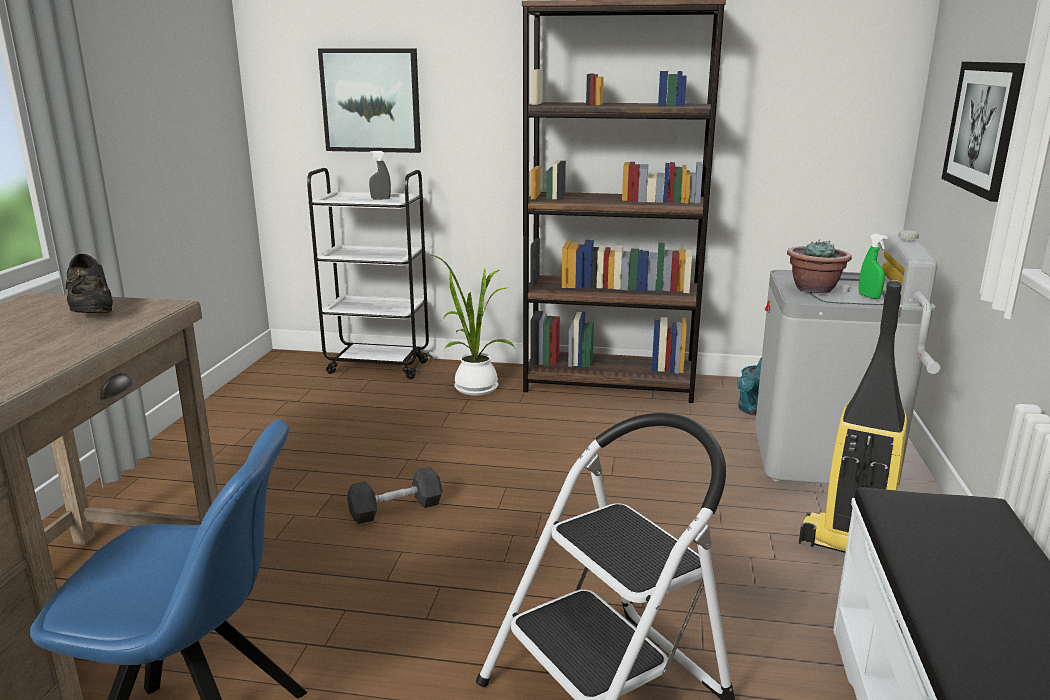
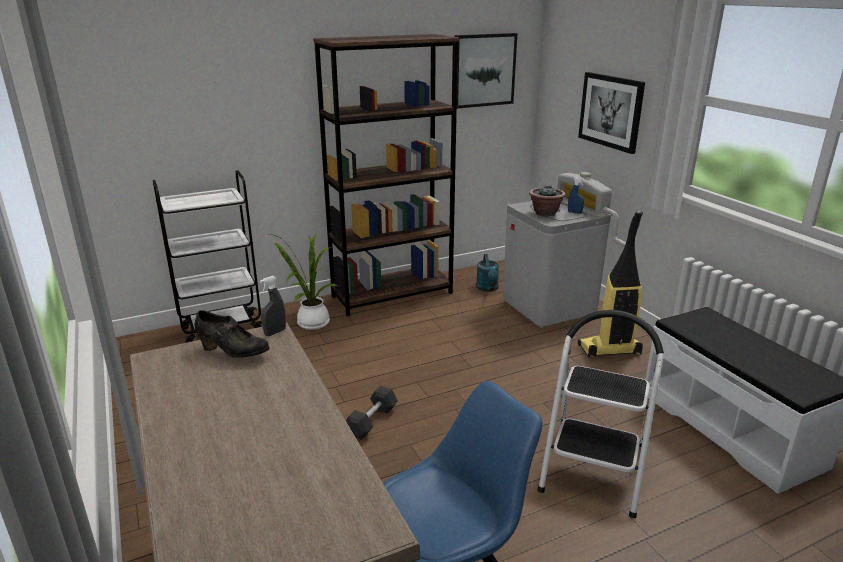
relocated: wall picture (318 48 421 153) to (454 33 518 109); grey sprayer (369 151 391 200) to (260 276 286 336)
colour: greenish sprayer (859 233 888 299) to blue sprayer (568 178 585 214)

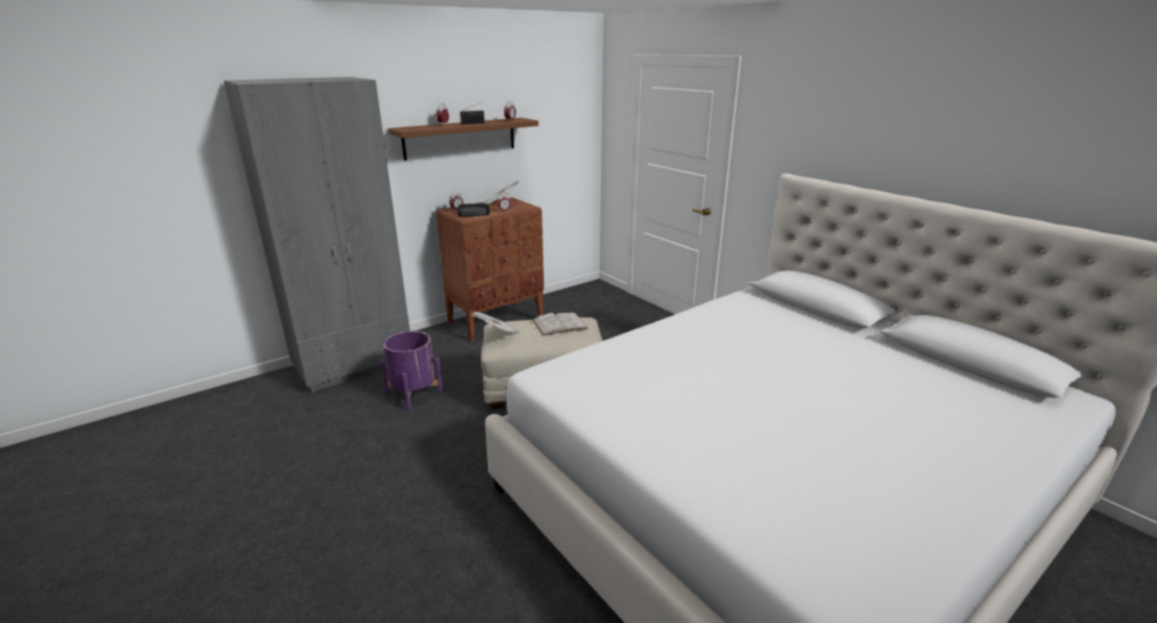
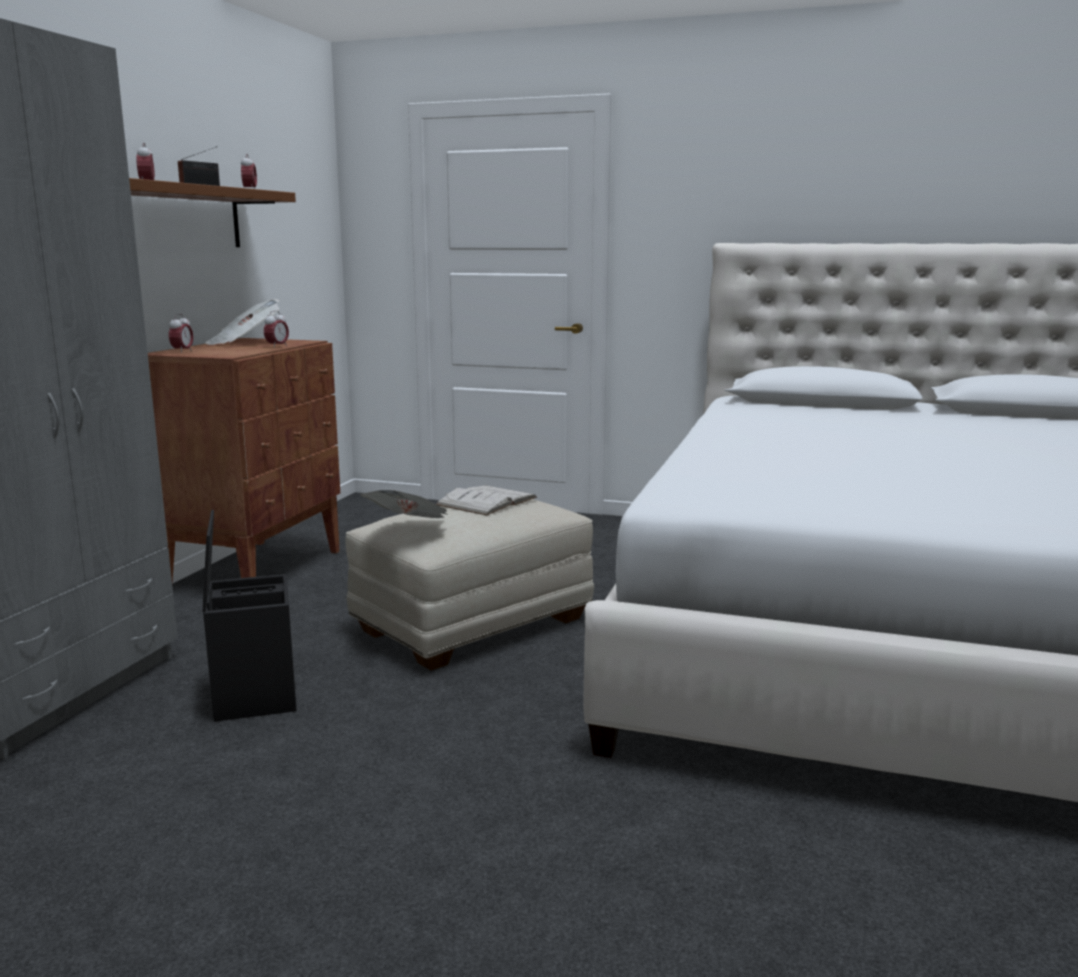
missing: radio (457 203 490 217)
exchanged: purple flower pot (381 331 443 411) to blackish storage container (202 510 296 722)

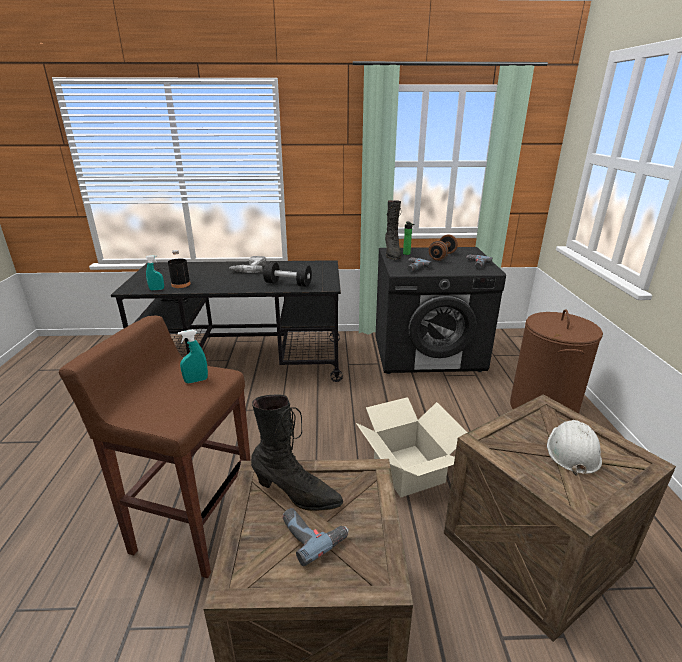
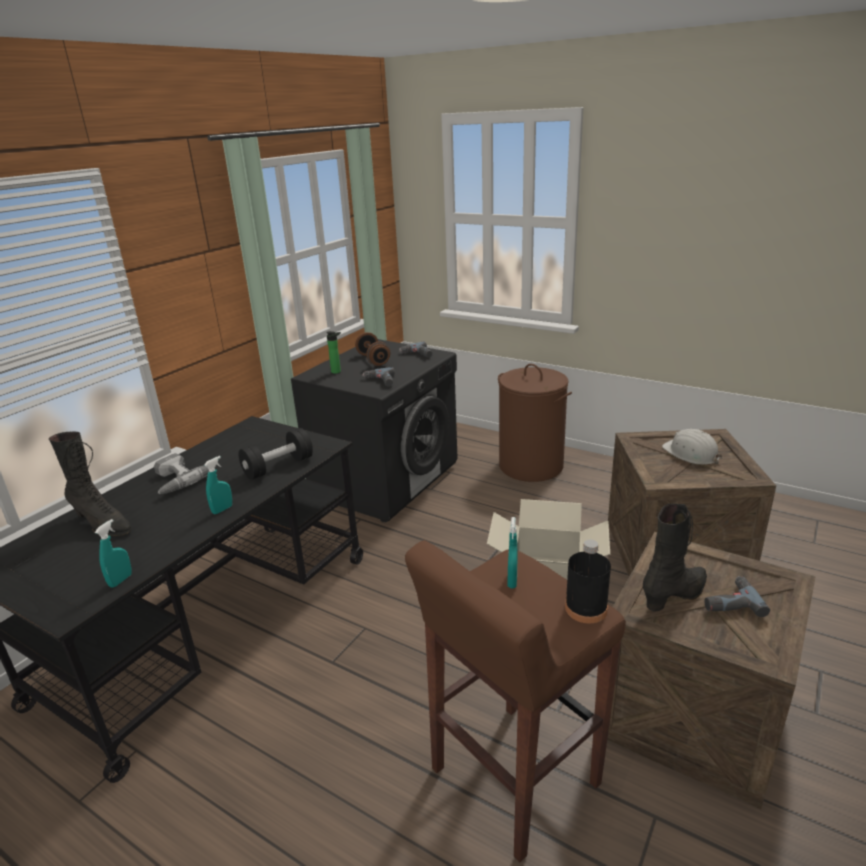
appeared: turquoise sprayer (204 456 232 514)
relocated: blackish high-top boot (385 200 401 259) to (49 432 132 536); blackish beverage bottle (168 250 191 288) to (565 540 611 624)

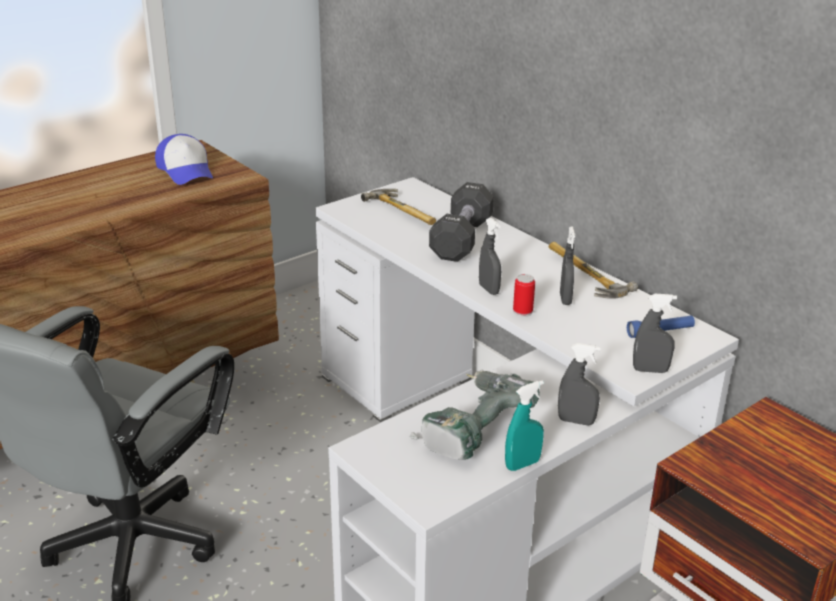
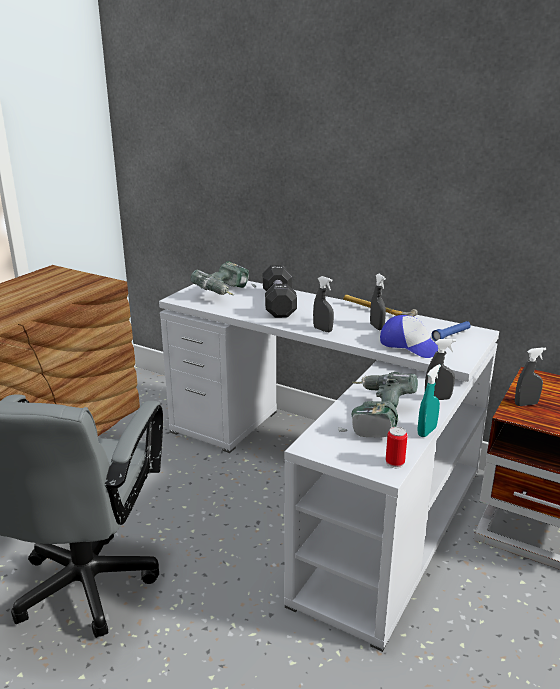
relocated: peaked cap (155 134 213 185) to (380 315 438 358); can (513 274 535 317) to (386 427 407 468); grey sprayer (633 294 677 373) to (515 347 546 406)
exchanged: hand hammer (361 189 436 225) to drill (191 262 256 295)

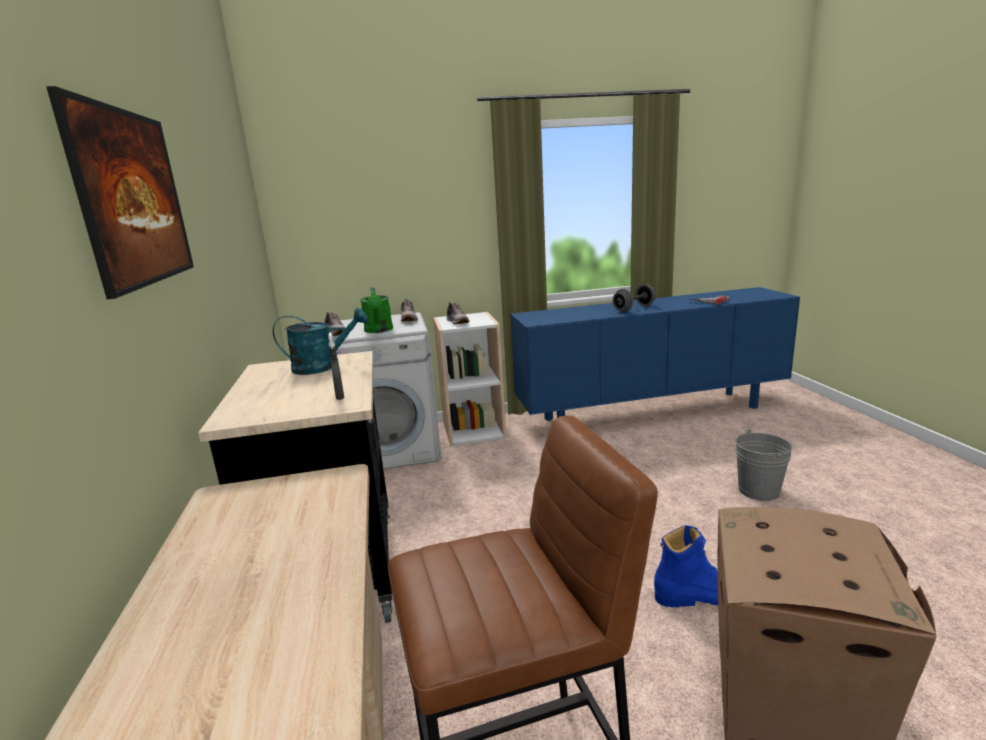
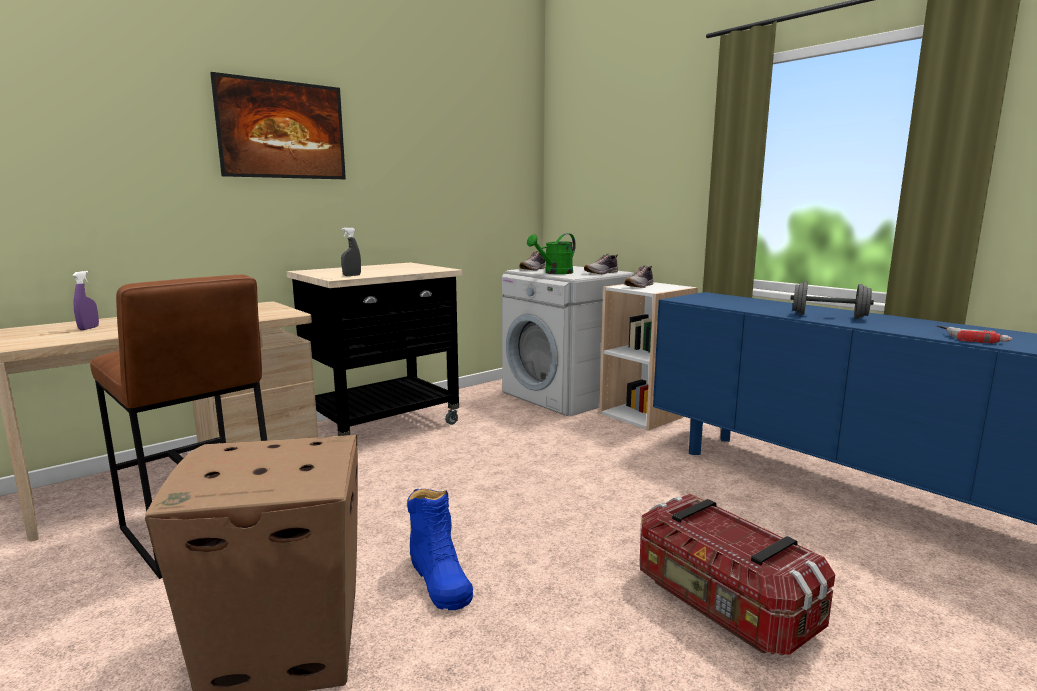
missing: turquoise watering can (273 308 368 375)
appeared: purple sprayer (72 271 99 330)
exchanged: grey bucket (735 429 793 501) to storage container (640 494 835 655)

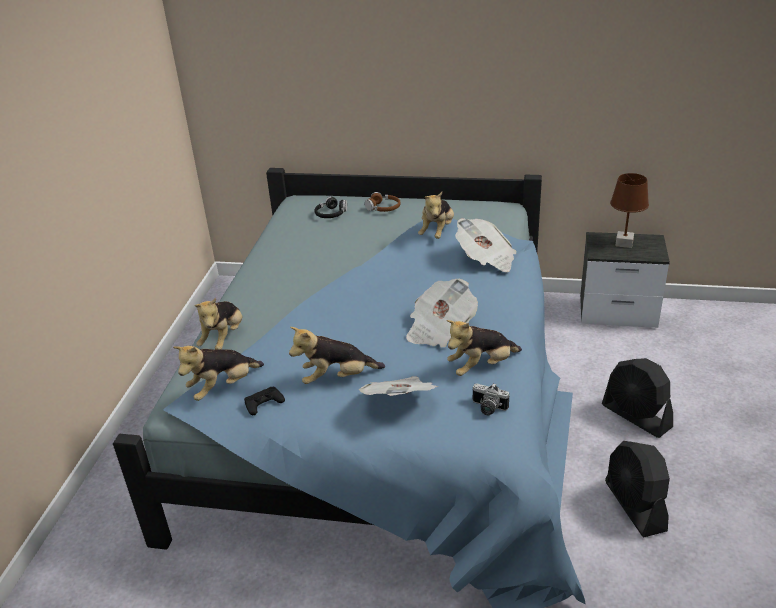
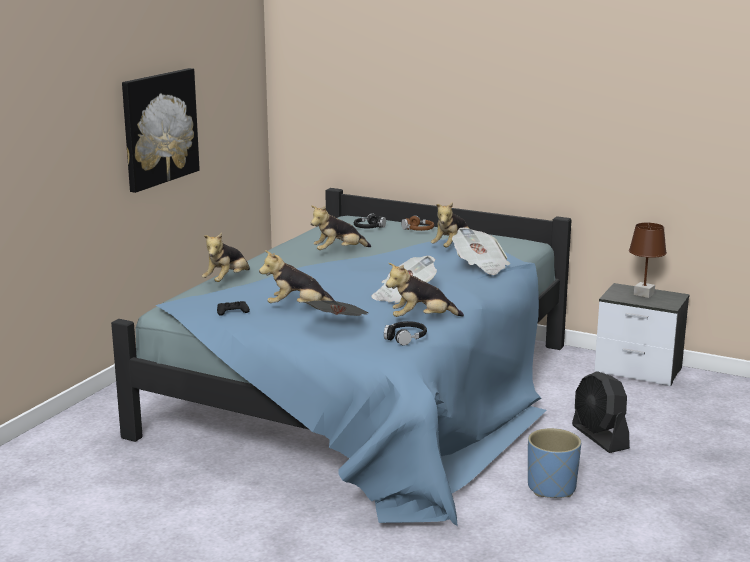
appeared: wall picture (122 68 200 193)
relocated: soft toy (173 346 264 401) to (311 205 371 250)
exchanged: still camera (473 383 509 415) to blackish pair of headphones (384 321 427 345); blackish fan (605 441 670 537) to blue flower pot (528 428 581 498)

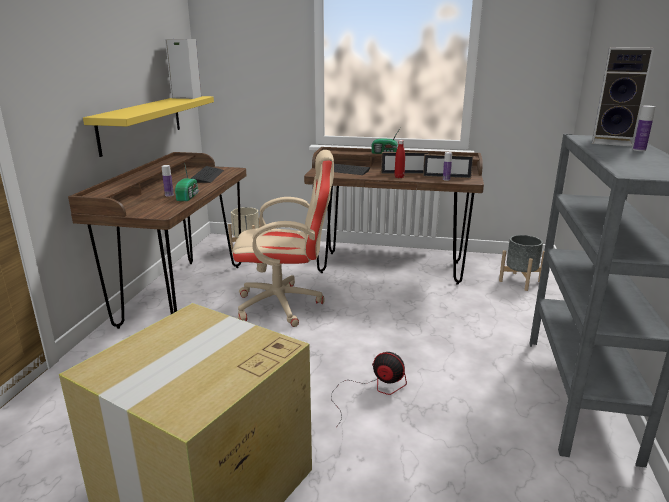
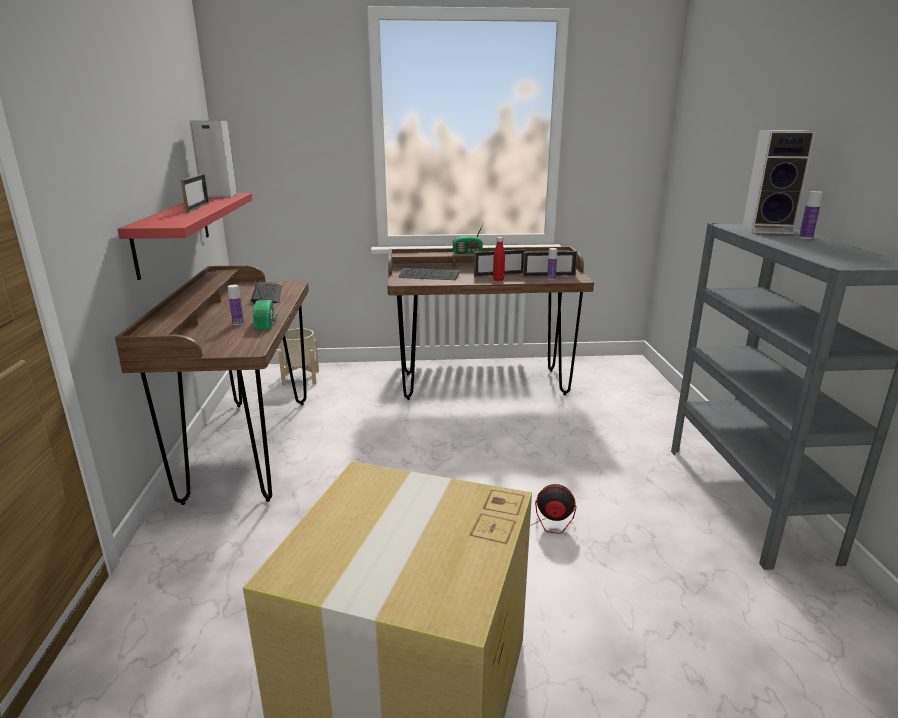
missing: beige computer chair (232 150 334 327); grey flower pot (499 235 544 291)
appeared: photo frame (181 174 209 213)
colour: yellowish wall shelf (83 96 214 157) to reddish wall shelf (118 193 252 280)

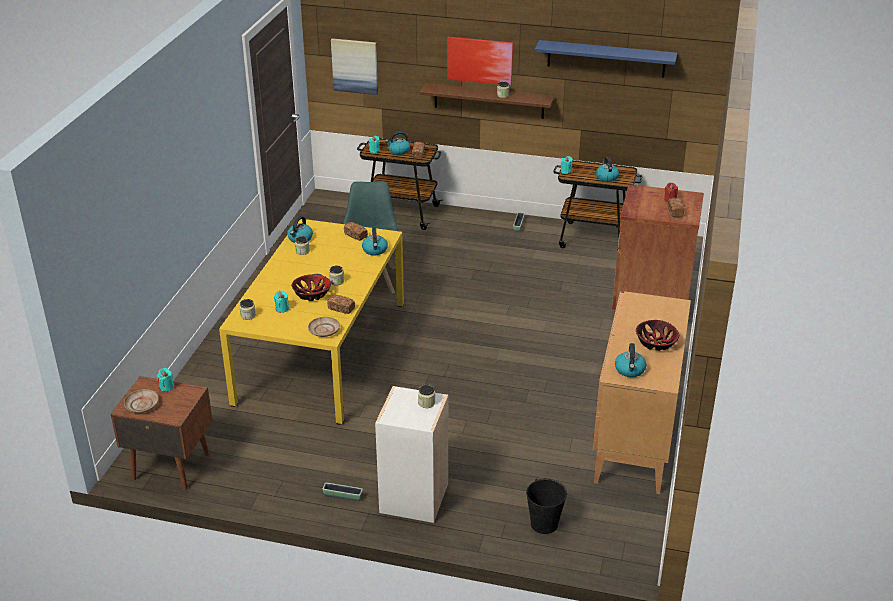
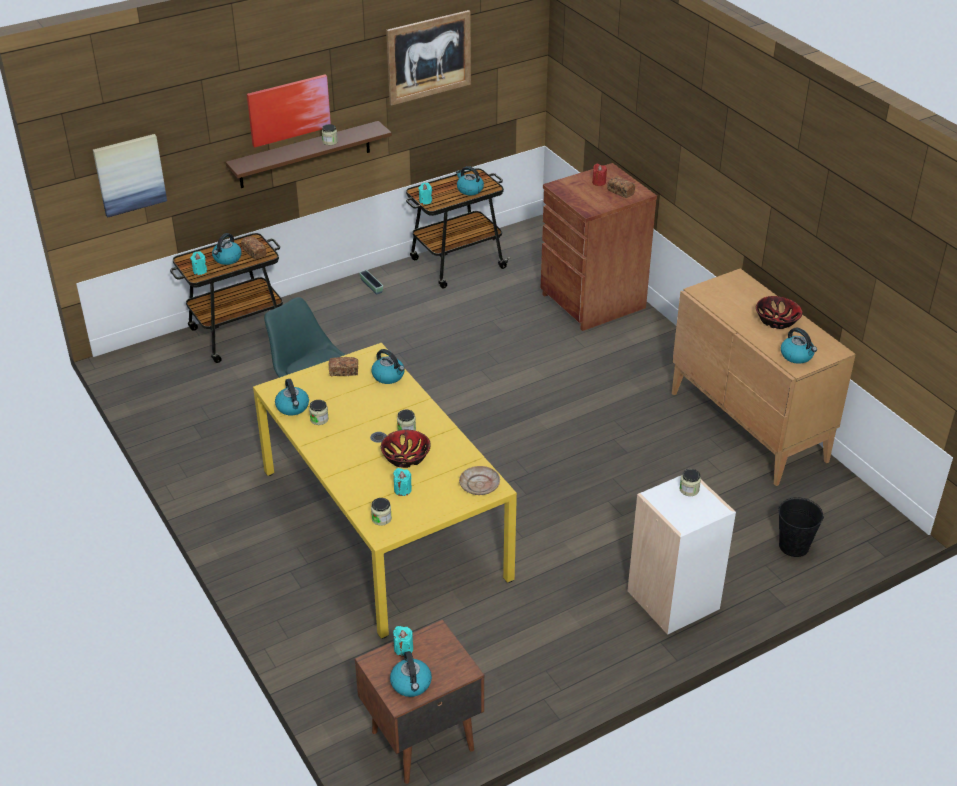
missing: bakery bread (327 295 355 314); flower pot (322 483 363 501)
exchanged: blue wall shelf (535 40 677 78) to wall picture (386 10 471 106); beige flat dish (124 389 159 413) to kettle (390 651 432 697)

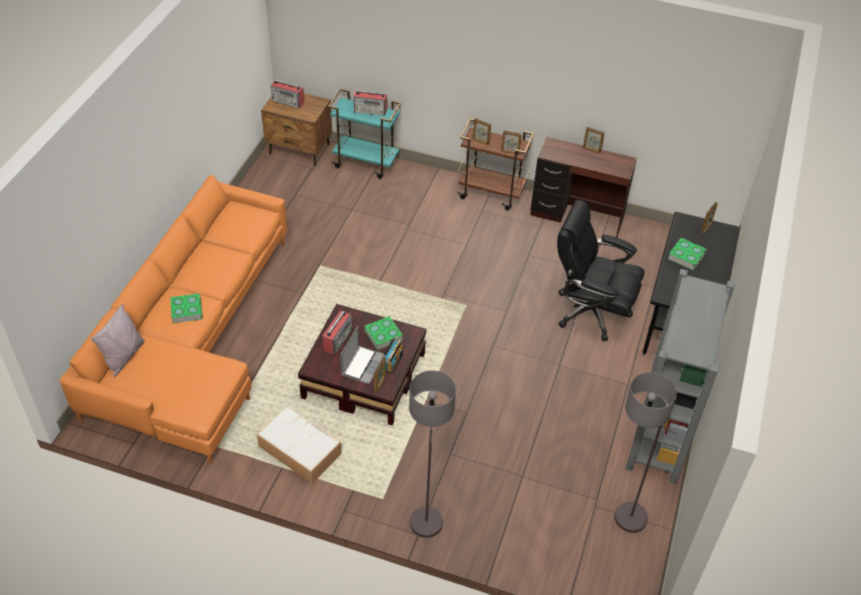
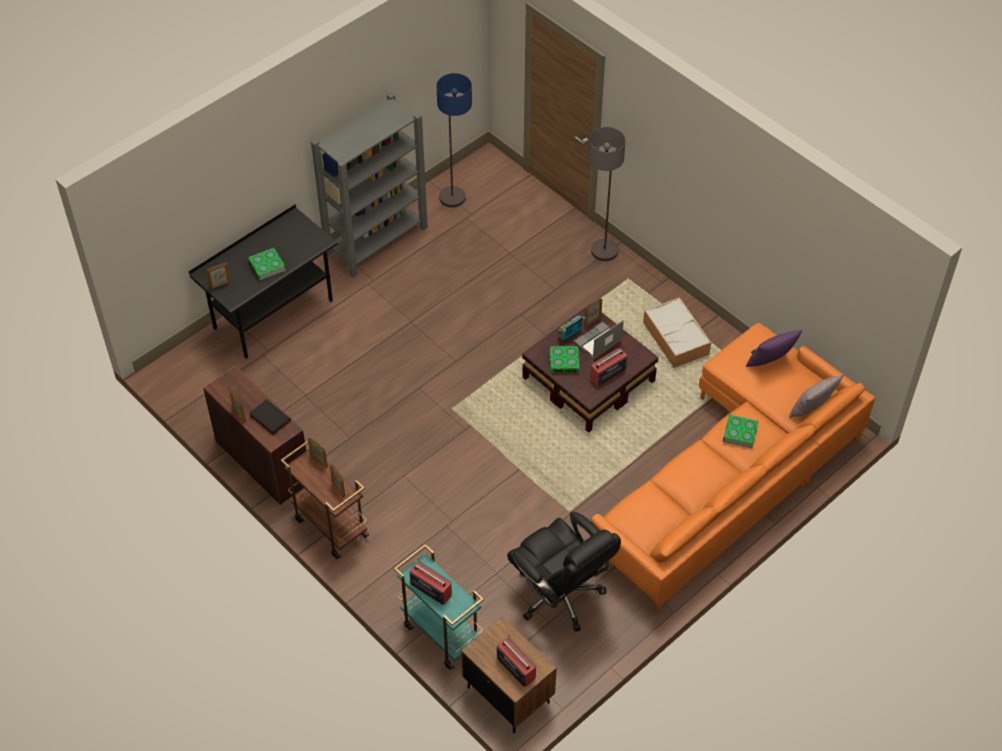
appeared: purple throw pillow (746 330 802 367); blackish book (249 399 291 435)
relocated: blackish computer chair (557 200 645 341) to (507 512 621 632)
colour: grey standard lamp (615 372 677 533) to blue standard lamp (437 73 472 207)

